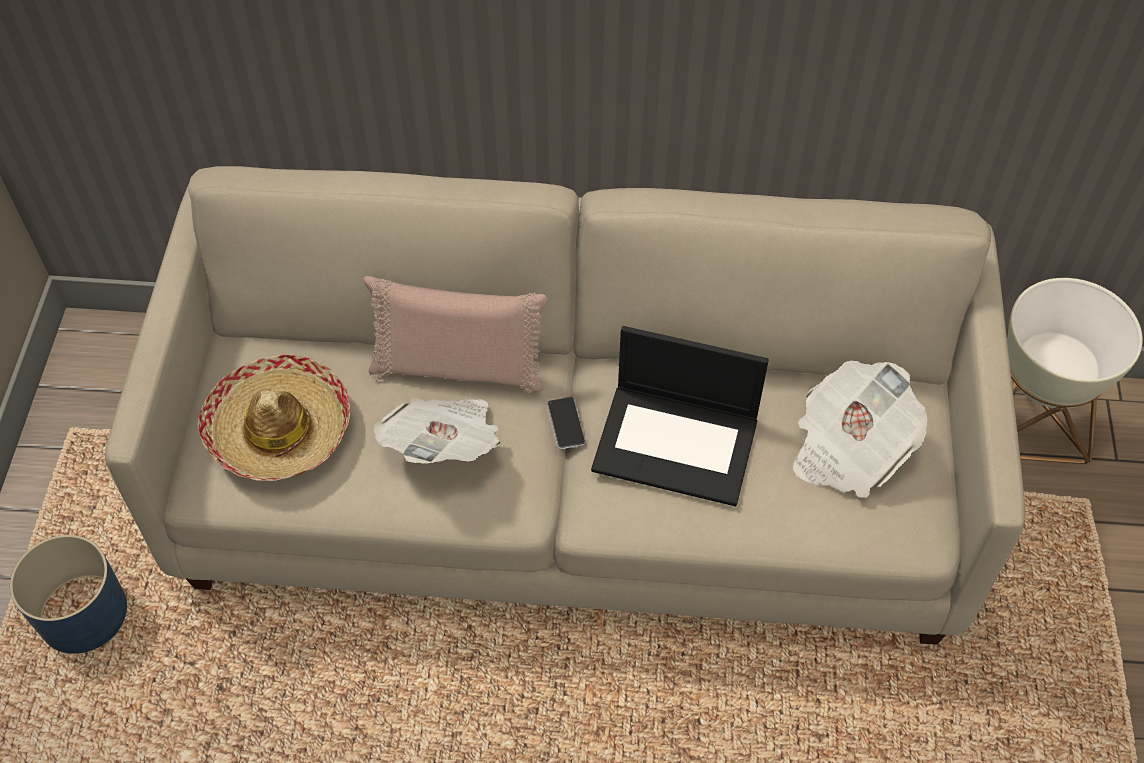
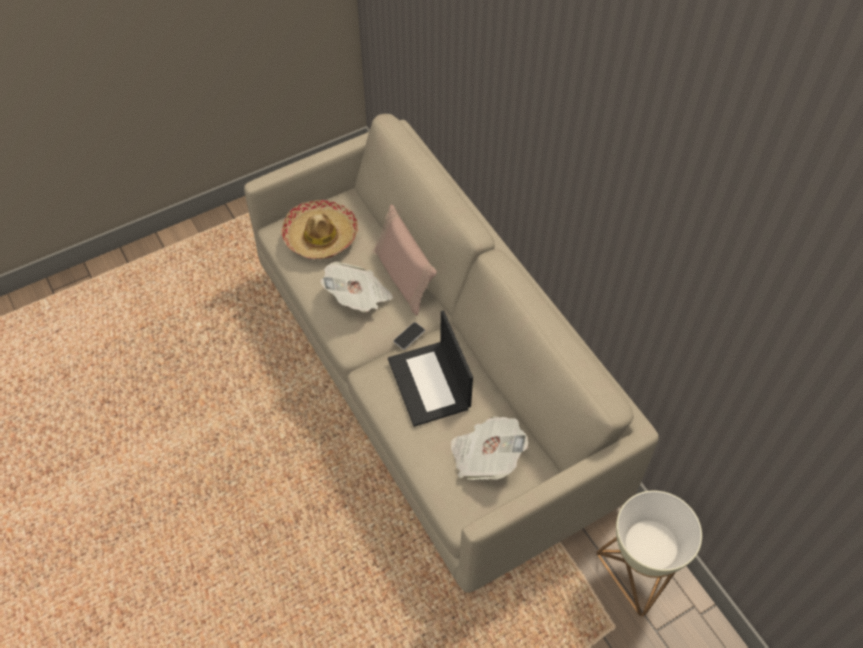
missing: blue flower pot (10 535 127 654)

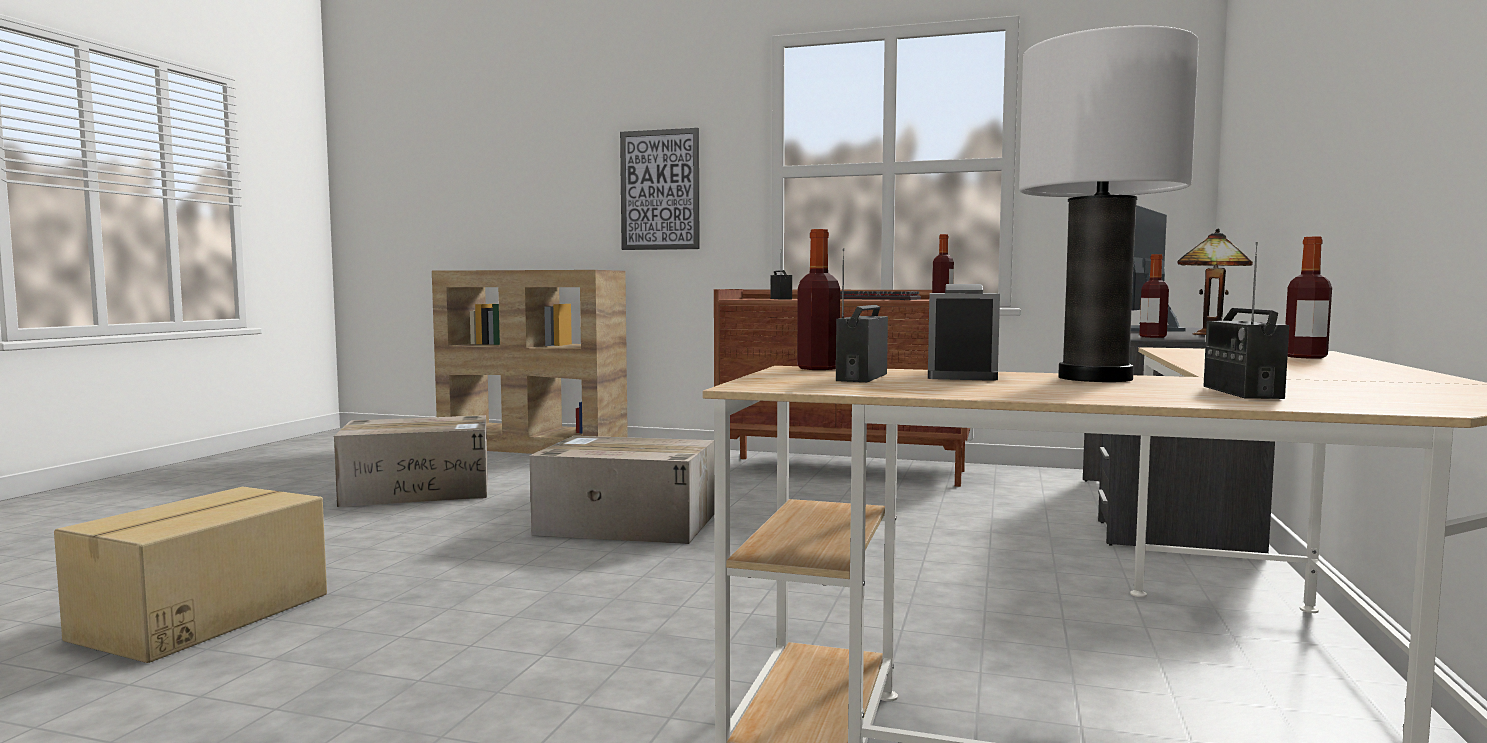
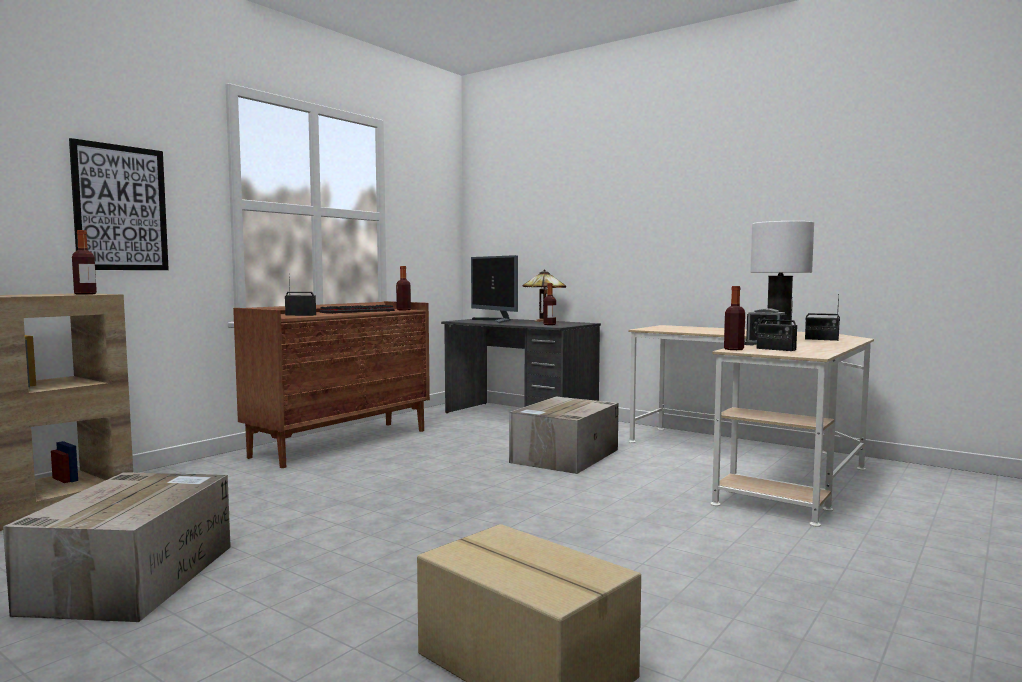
relocated: beverage bottle (1285 237 1332 359) to (72 230 97 295); cardboard box (530 436 715 544) to (509 397 619 474)

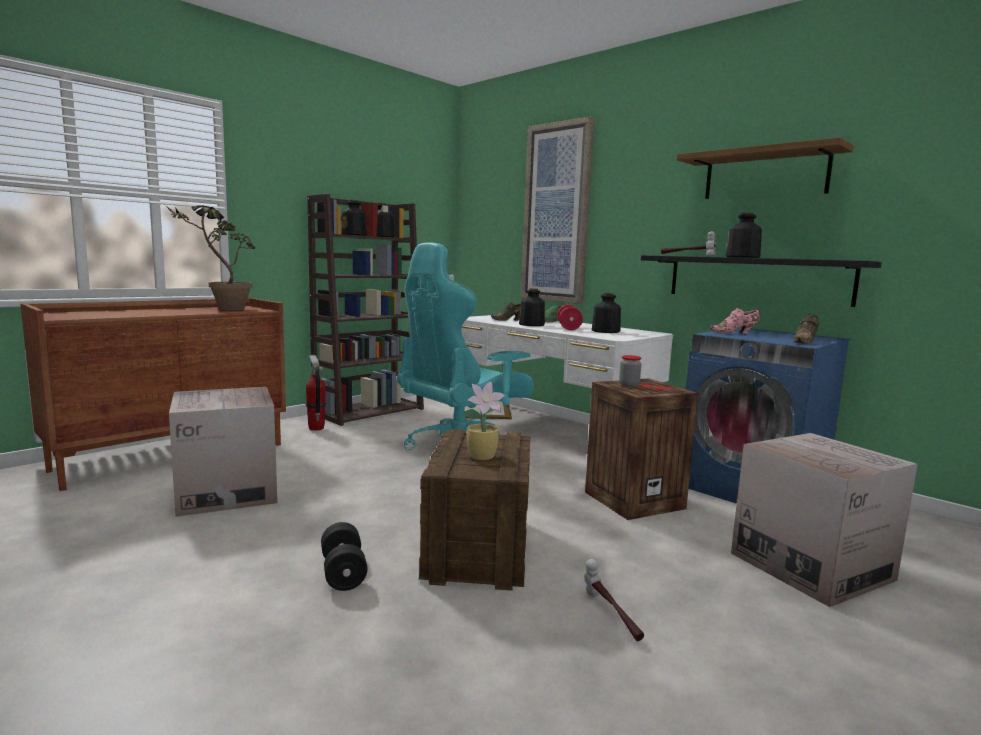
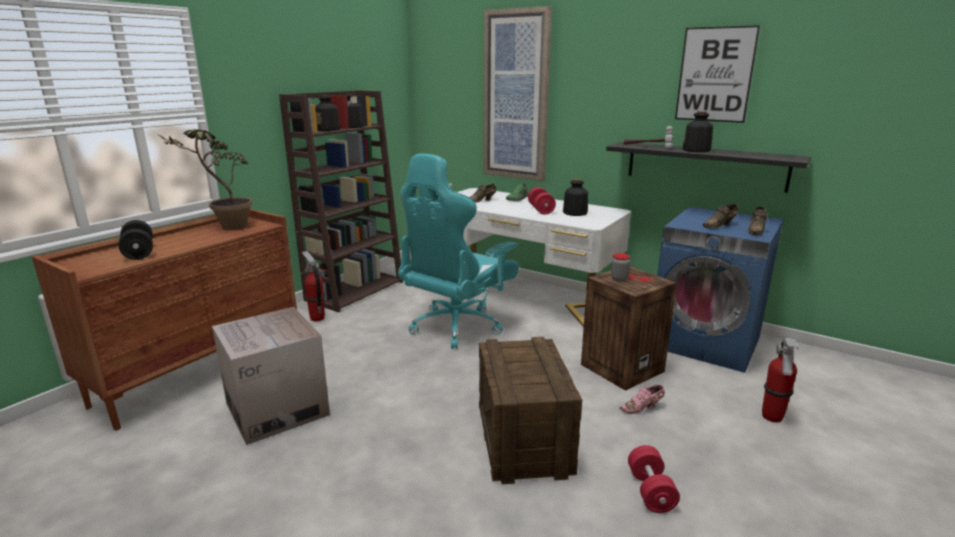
missing: beverage bottle (519 288 545 326); houseplant (462 382 505 460)
appeared: brown shoe (702 204 738 228)
relocated: pink-coloured shoe (710 308 760 334) to (619 384 665 414); blackish free weight (321 522 367 591) to (118 220 153 260)
exchanged: wall shelf (677 137 854 199) to wall picture (675 25 760 123); cardboard box (731 433 918 607) to extinguisher (762 338 799 423); hand hammer (584 559 644 641) to reddish free weight (628 445 680 513)

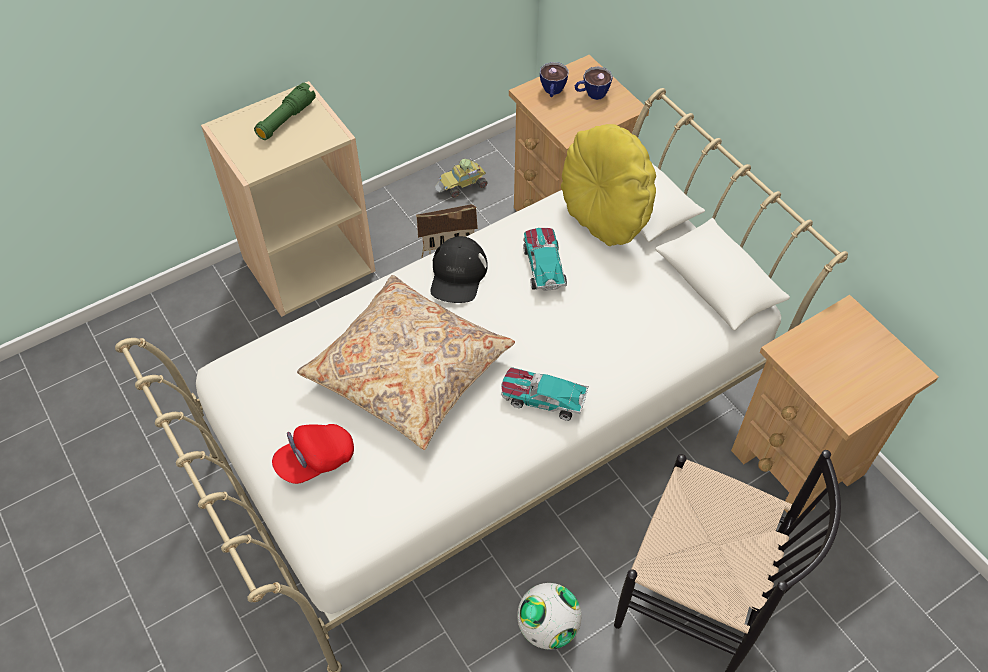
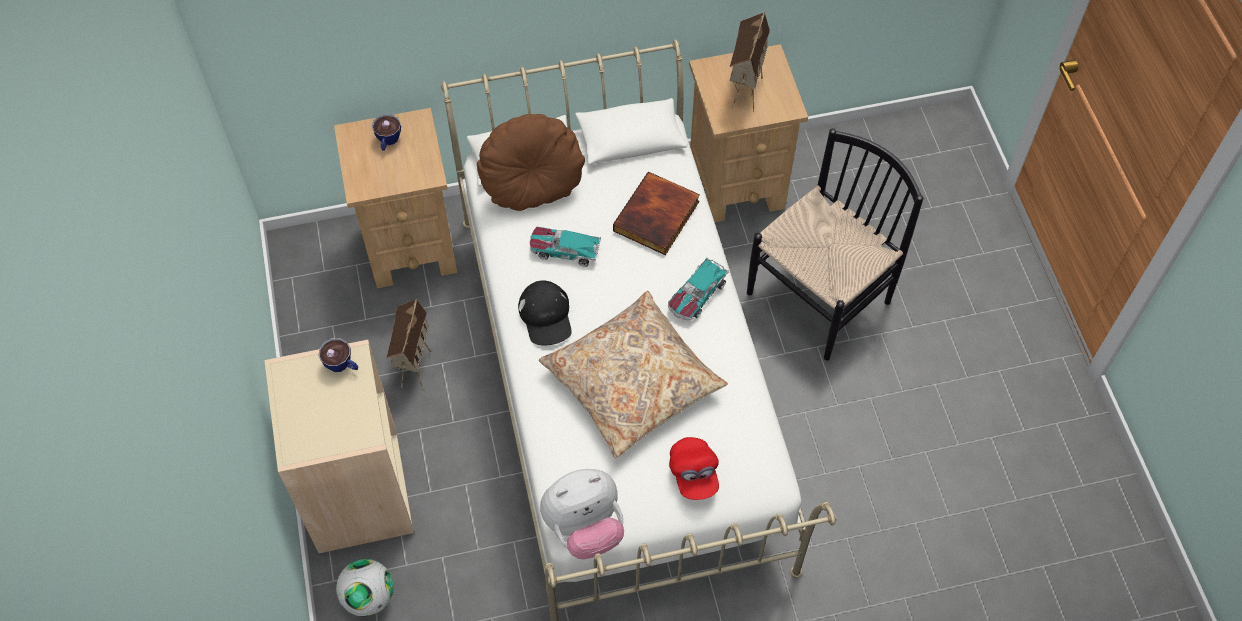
missing: greenish torch (254 83 316 140); miniature car (435 158 488 198)
appeared: model house (730 11 770 112); book (613 172 700 255); soft toy (540 469 624 560)
relocated: drinking cup (540 62 569 97) to (319 338 358 372); ball for football (517 583 581 650) to (336 559 393 617)
colour: yellowish throw pillow (561 124 656 246) to brown throw pillow (477 114 585 211)
spun: blackish peaked cap (431 236 488 303) = (518 280 572 345) 45 degrees clockwise

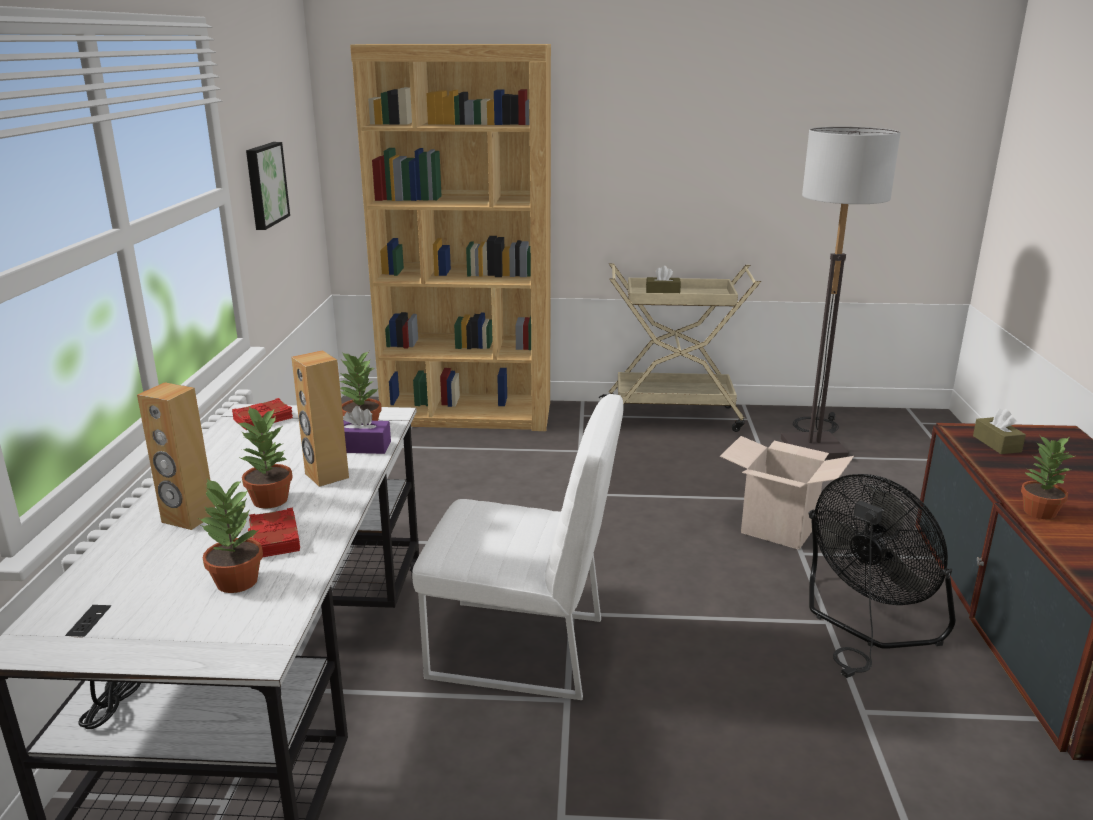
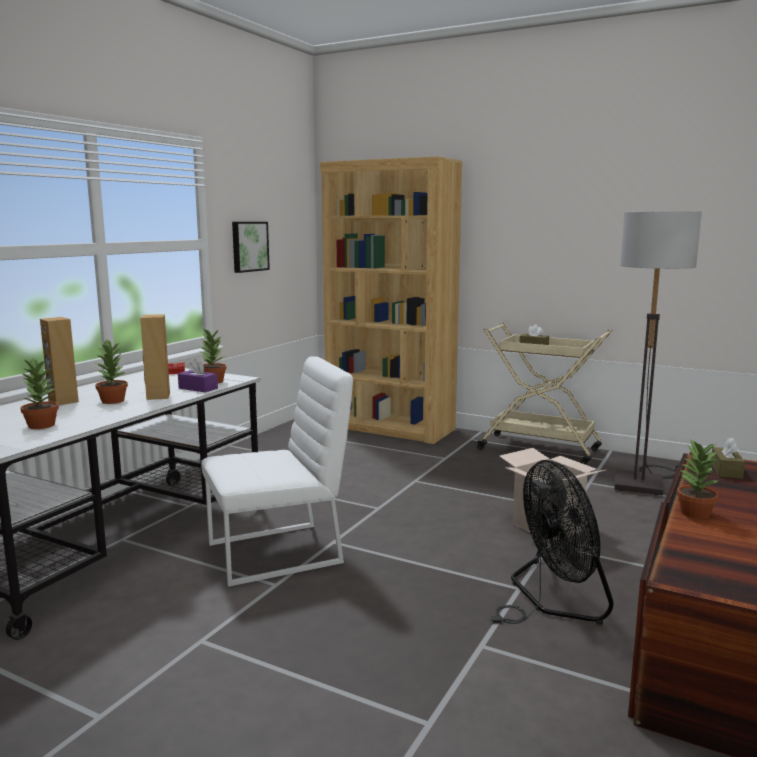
missing: reddish book (248 507 300 557)
spun: whitish plain chair (412 394 624 700) = (201 356 353 587) 60 degrees counterclockwise

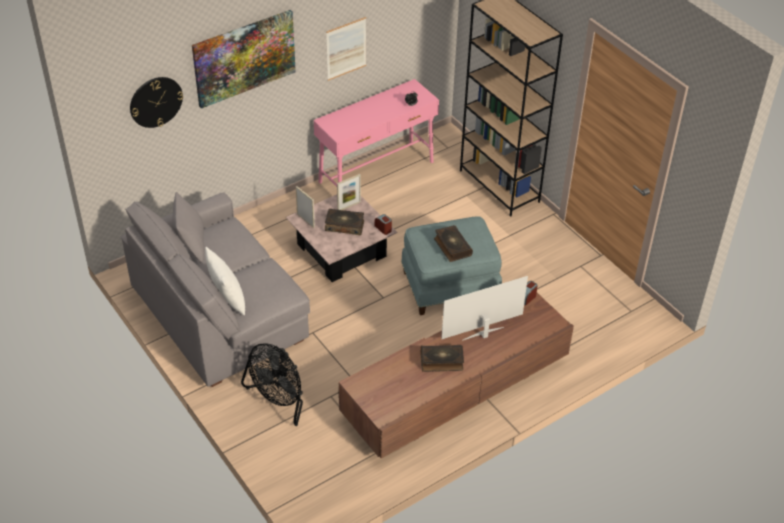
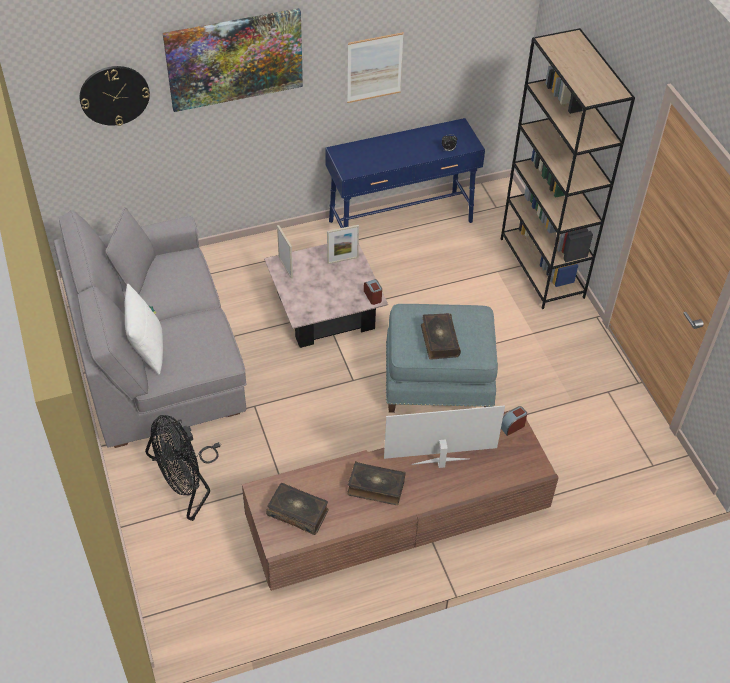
relocated: book (325 209 364 235) to (266 483 329 535)
colour: pink-coloured console table (314 79 439 187) to blue console table (325 118 485 228)

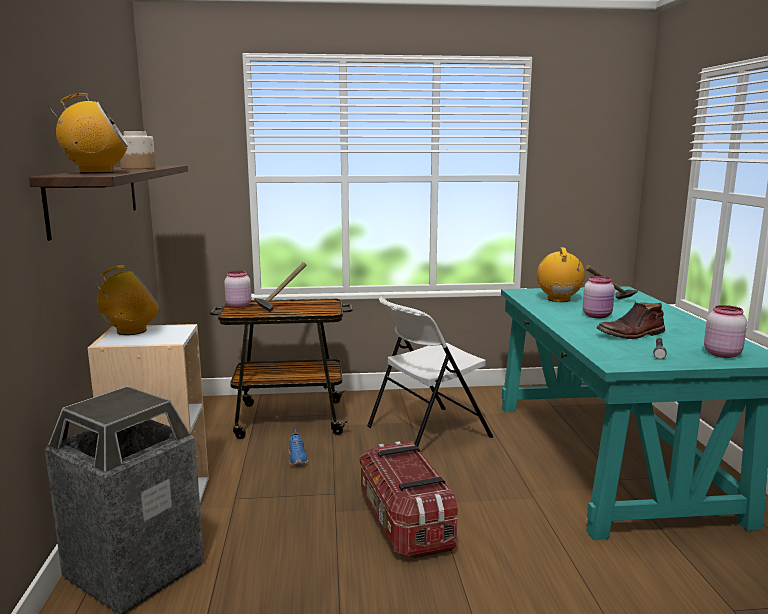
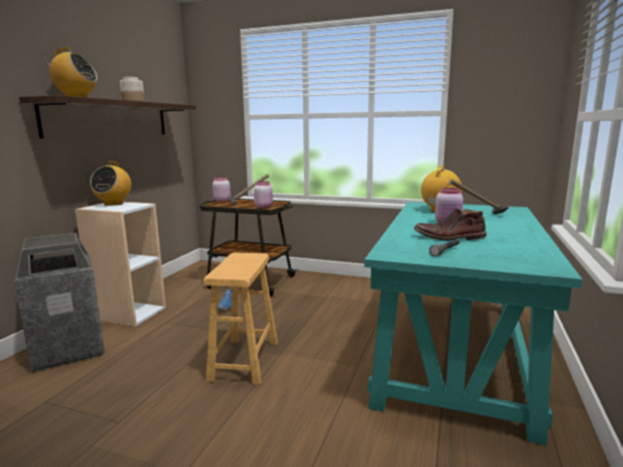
missing: whitish plain chair (367 296 493 447)
relocated: pink-coloured jar (704 305 747 358) to (254 181 273 208)
exchanged: storage container (359 441 458 559) to brown stool (203 253 278 385)
spun: radio (96 265 160 335) = (90 161 131 206) 105 degrees clockwise

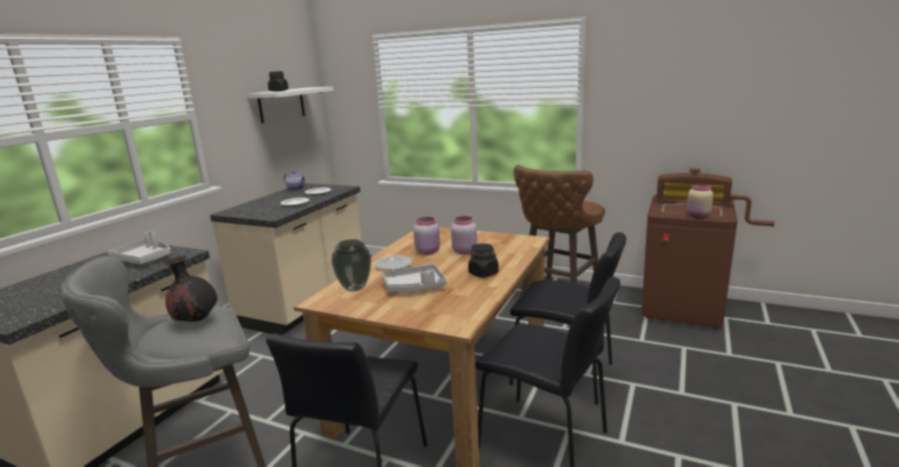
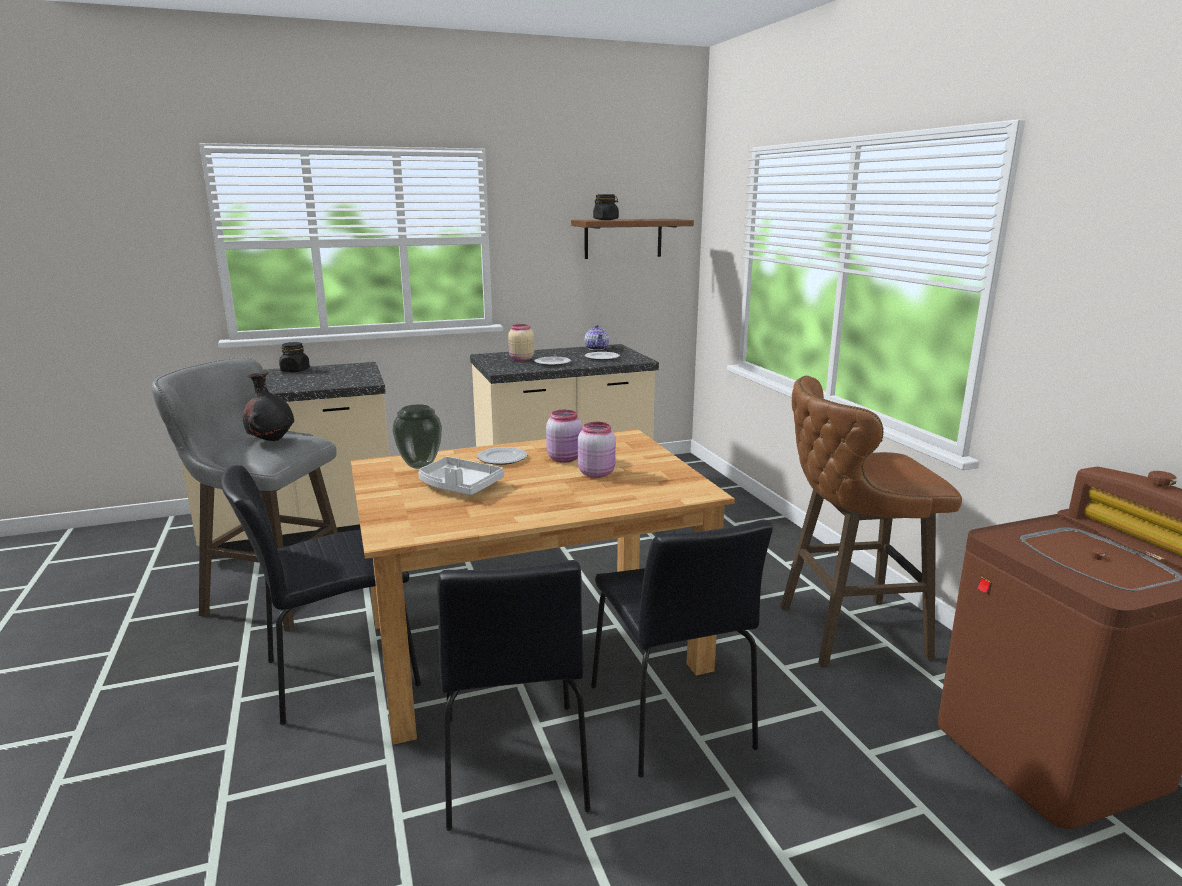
missing: grey tray (108 231 171 264)
relocated: beige jar (687 184 713 217) to (508 324 534 361); blackish jar (468 243 499 278) to (279 342 310 372)
colour: whitish wall shelf (248 87 334 123) to brown wall shelf (571 219 694 259)

